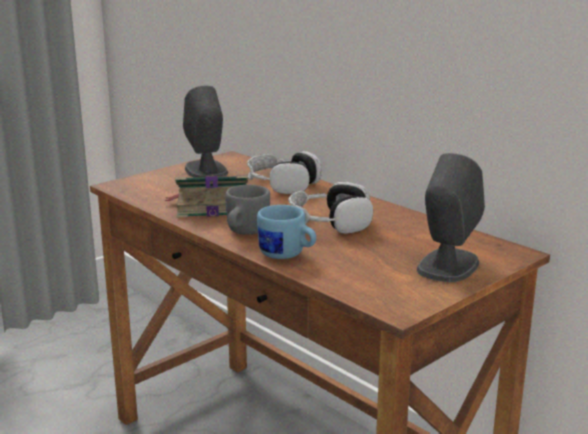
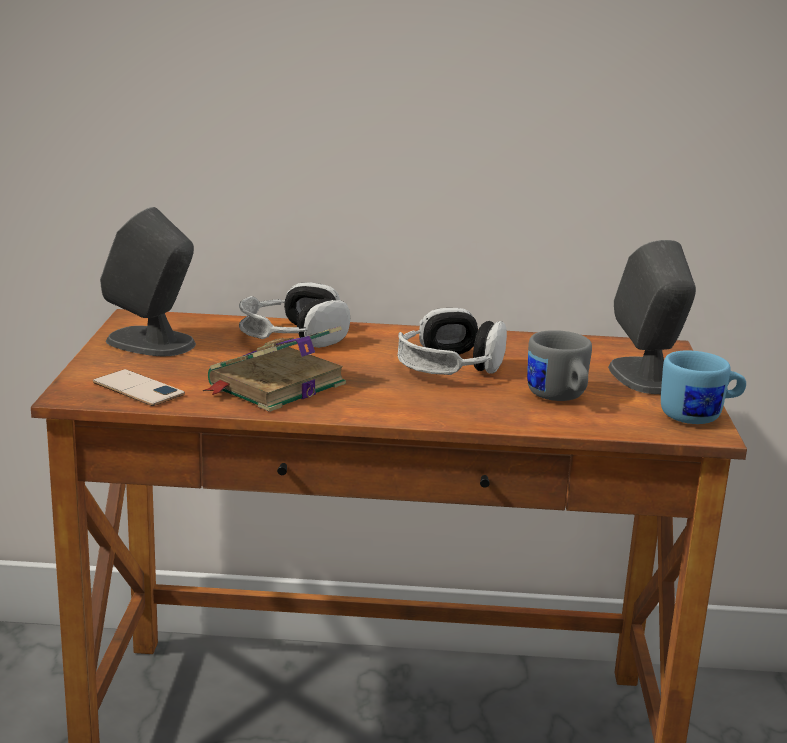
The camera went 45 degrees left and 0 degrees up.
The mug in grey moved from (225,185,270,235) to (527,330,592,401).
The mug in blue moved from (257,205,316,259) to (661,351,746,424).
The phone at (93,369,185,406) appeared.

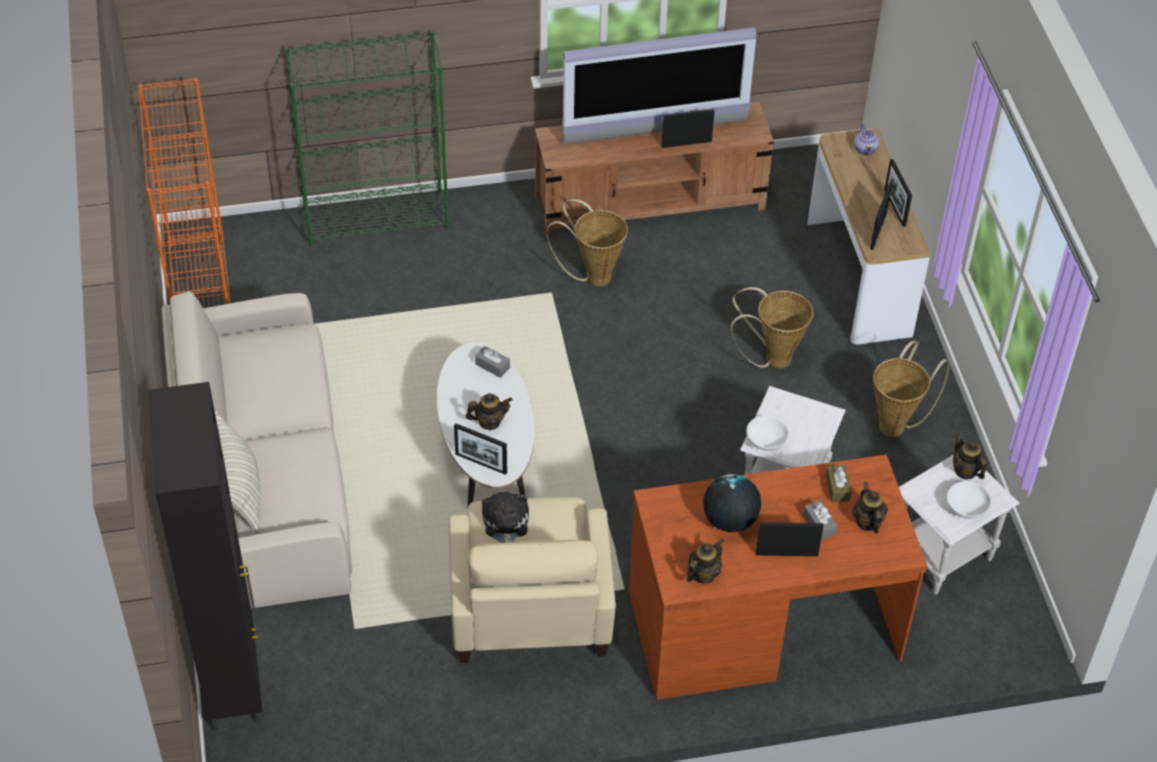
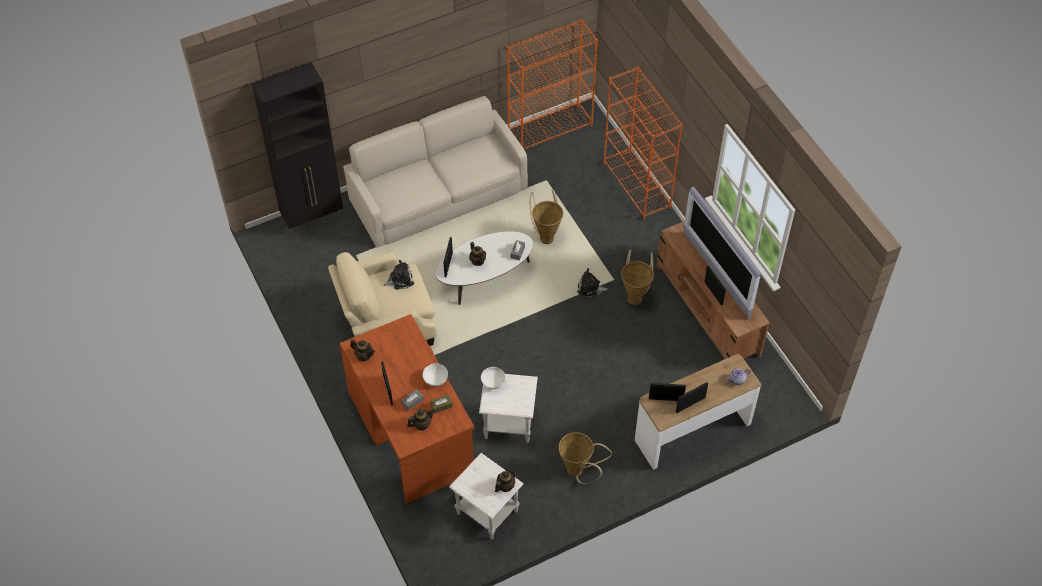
The camera went 75 degrees right and 5 degrees up.
The pillow at (215,411,261,533) disappeared.
The bookcase in green at (284,31,449,246) became the bookcase in orange at (603,67,682,220).
The globe at (703,474,761,532) disappeared.
The basket moved from (731,287,813,369) to (530,190,563,244).
The bowl in white moved from (947,481,991,519) to (423,363,448,386).
The plush toy at (577,268,608,297) appeared.

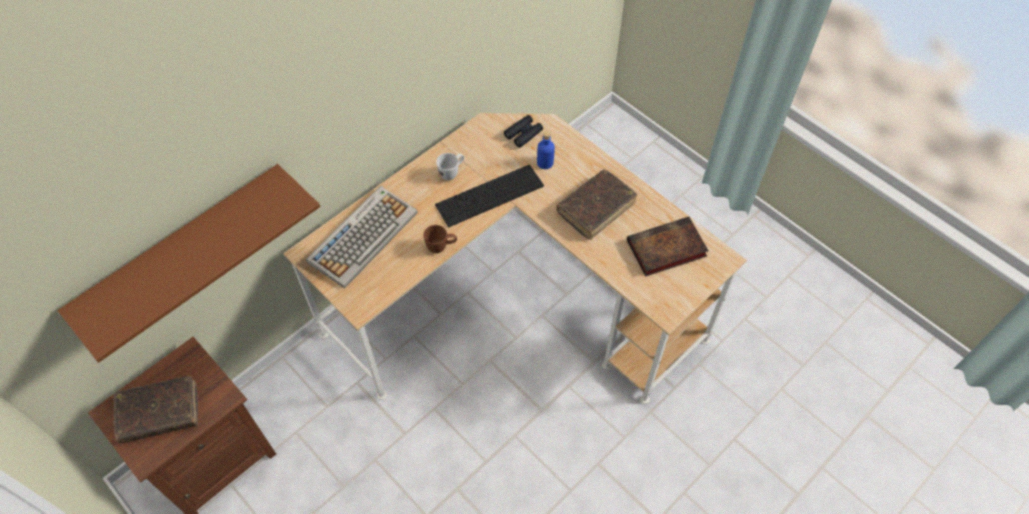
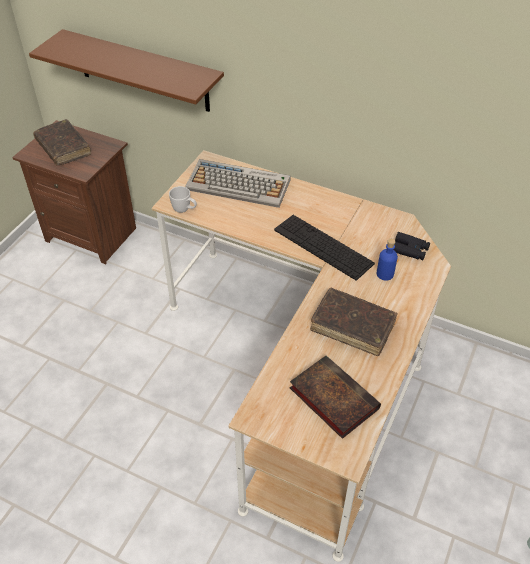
The camera went 70 degrees right and 10 degrees down.
The mug in brown at (423,225,457,253) disappeared.
The mug in white moved from (436,153,464,180) to (169,186,197,213).

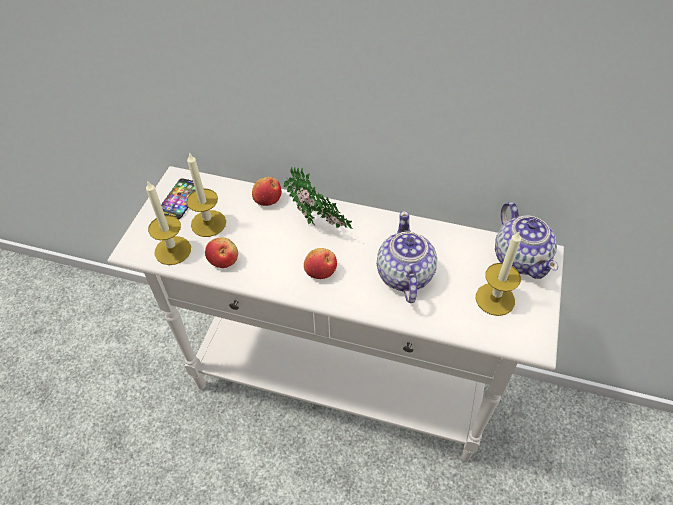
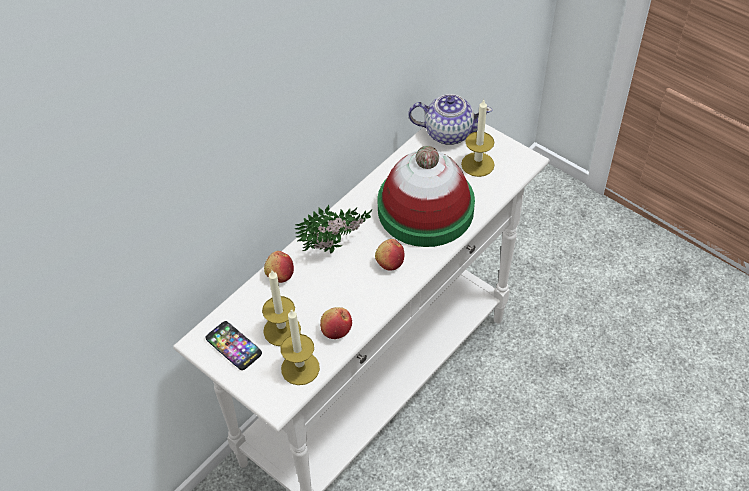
The camera went 65 degrees left and 0 degrees up.
The teapot at (377,211,437,303) was replaced by the hat at (377,146,475,247).

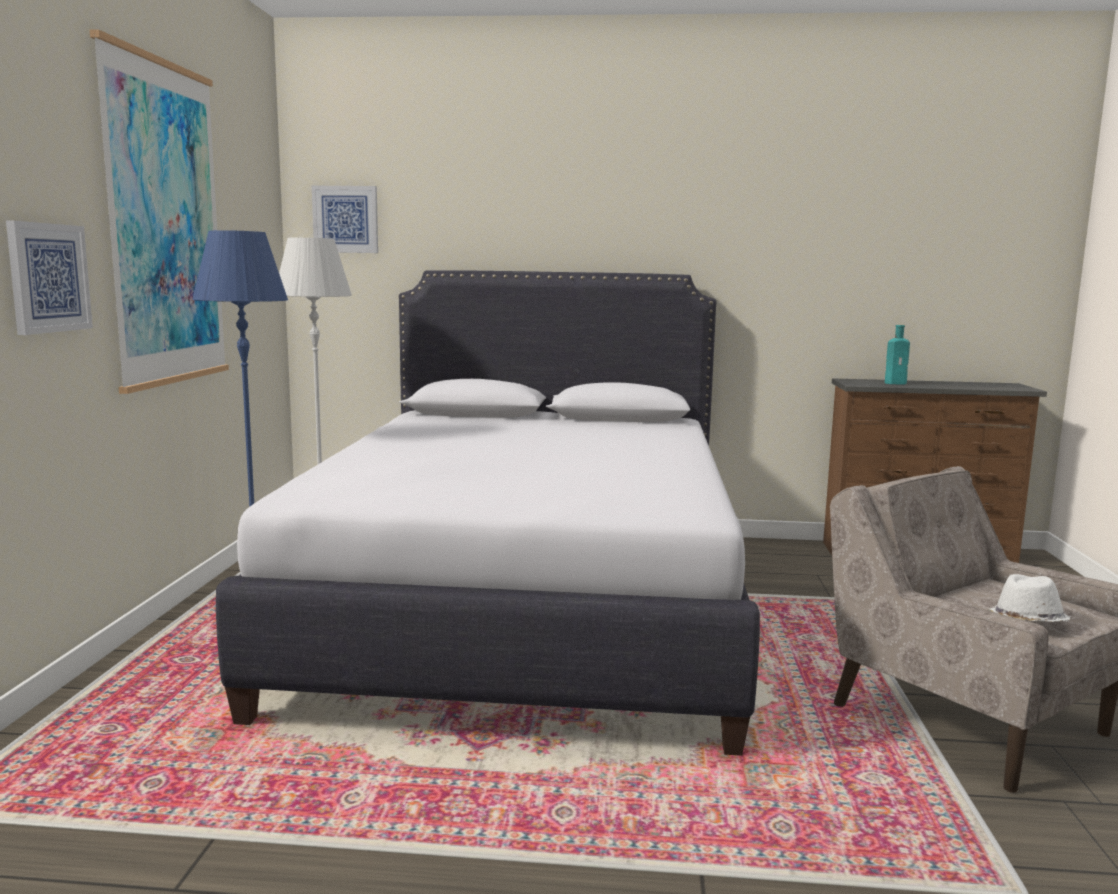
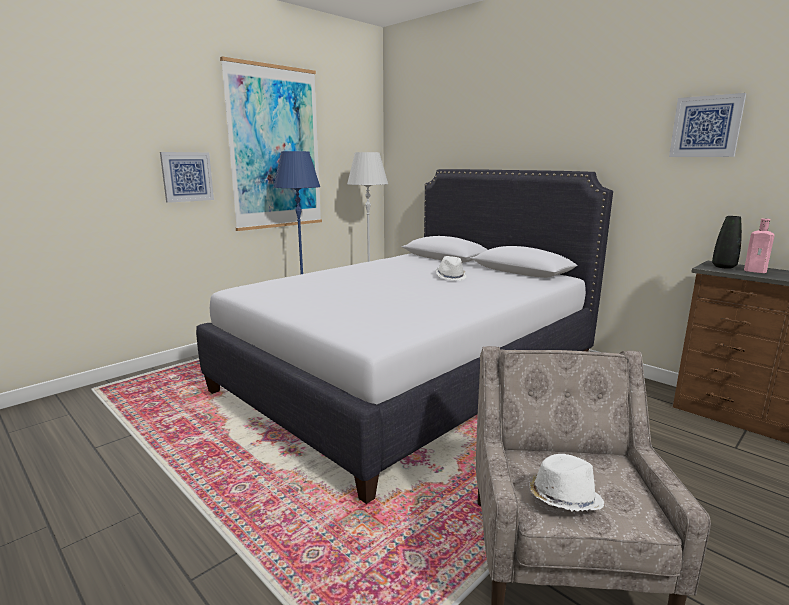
The camera went 40 degrees right and 5 degrees up.
The picture moved from (312,186,378,253) to (669,93,746,157).
The bottle in turquoise at (885,325,910,384) became the bottle in pink at (744,218,775,273).
The hat in white at (436,256,467,281) appeared.
The vase in black at (712,216,742,269) appeared.

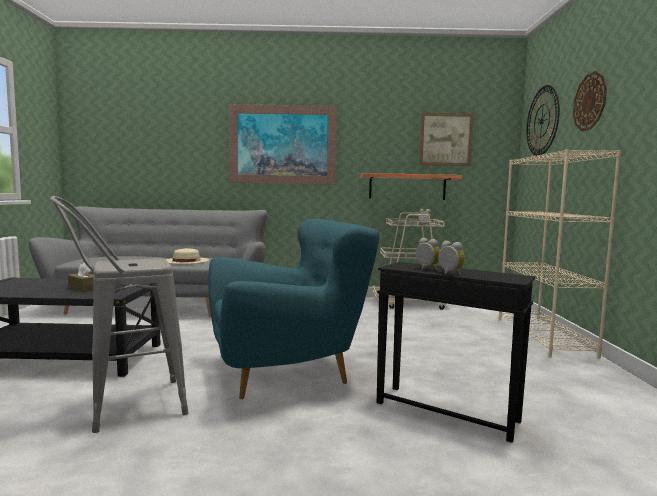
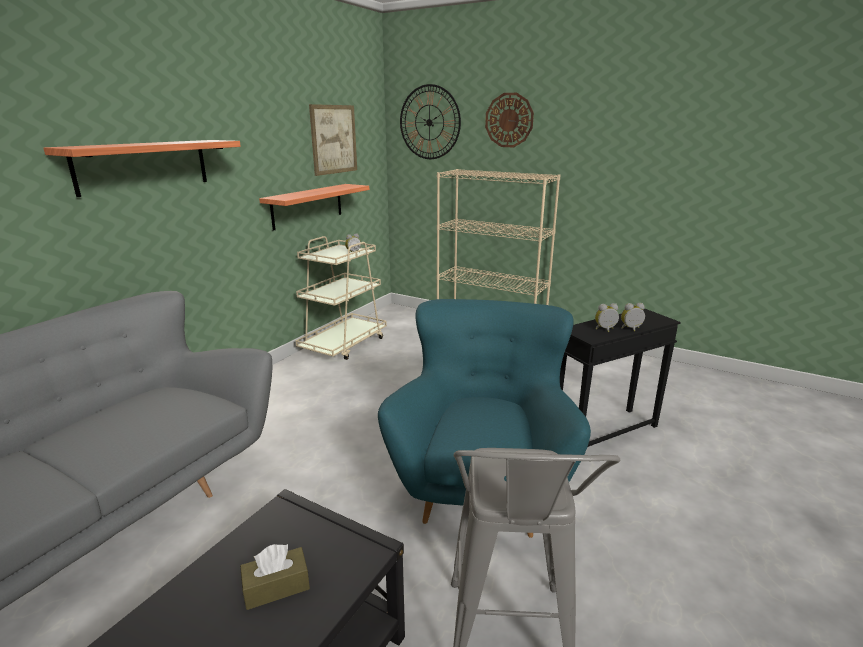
The camera went 60 degrees left and 15 degrees up.
The hat in beige at (166,248,209,264) disappeared.
The picture at (229,104,337,185) was replaced by the shelf at (43,140,241,197).

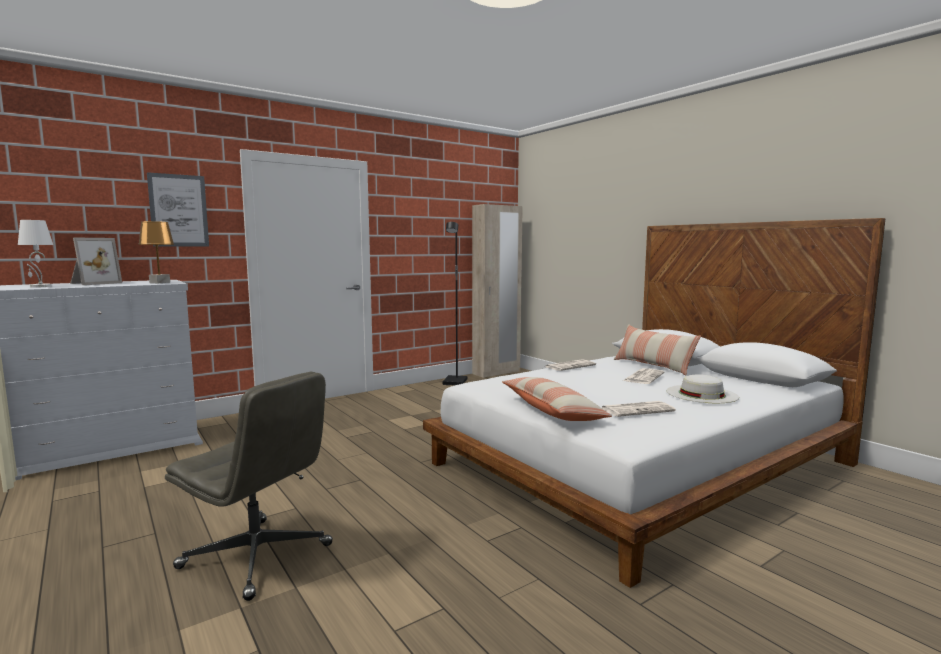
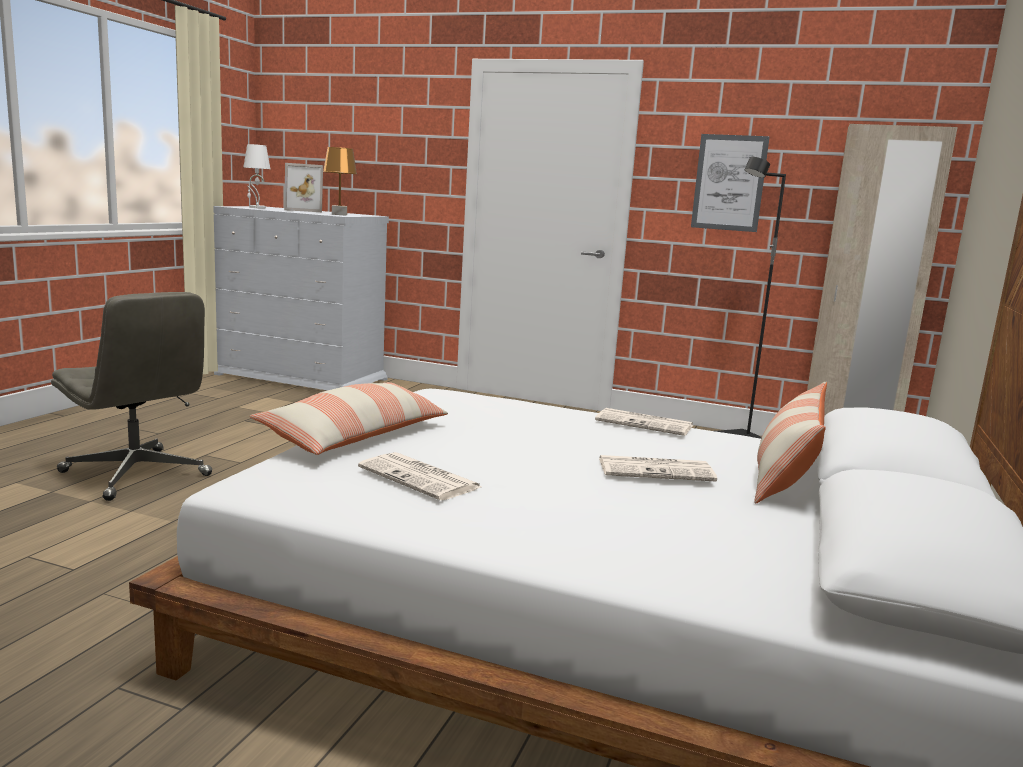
The camera went 55 degrees right and 5 degrees up.
The picture moved from (147,172,209,246) to (691,134,770,232).
The office chair in grey at (165,372,333,601) turned 45 degrees counterclockwise.
The hat in white at (667,374,739,403) disappeared.

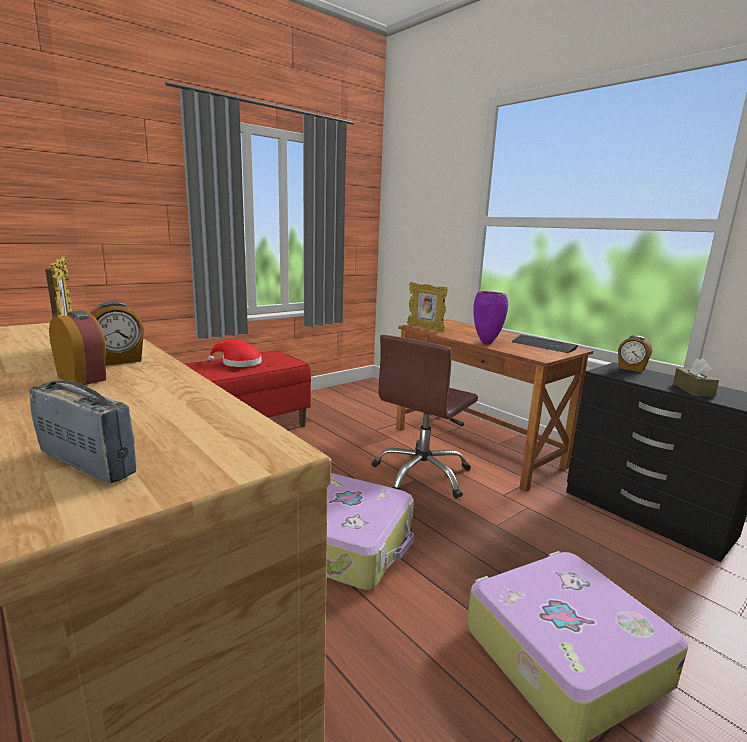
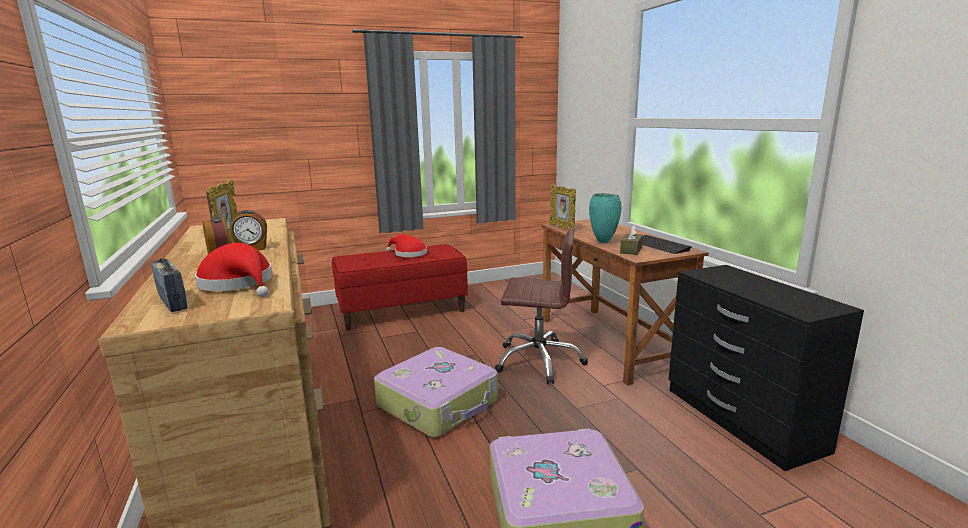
The camera went 20 degrees right and 0 degrees up.
The office chair in brown at (372,335,478,498) turned 135 degrees counterclockwise.
The vase in purple at (473,291,508,344) became the vase in turquoise at (589,193,622,243).
The alarm clock at (618,335,652,373) disappeared.
The tissue box in brown moved from (673,358,719,397) to (620,224,643,255).
The hat in red at (195,243,273,297) appeared.

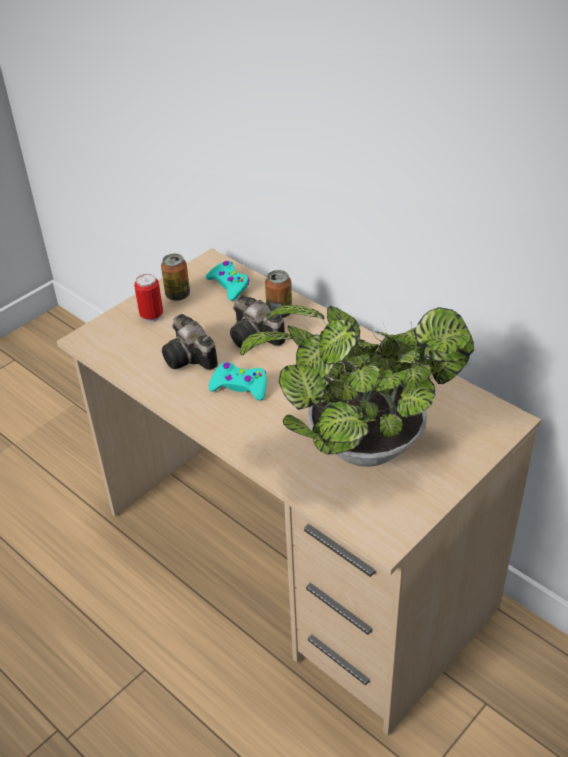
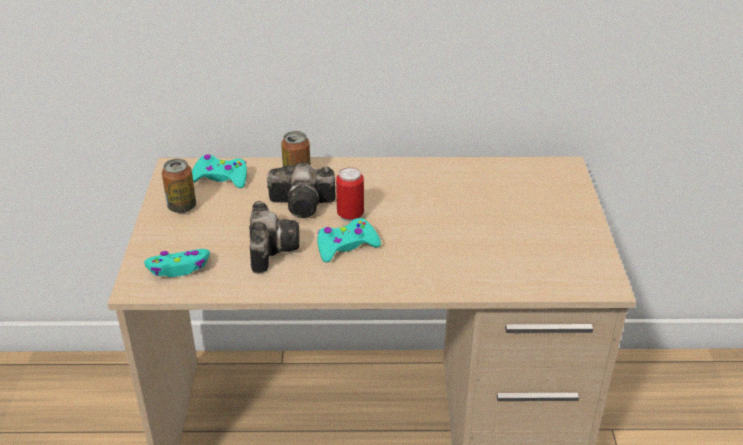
The camera went 45 degrees left and 5 degrees down.
The can moved from (134,274,163,322) to (336,167,364,222).
The photo camera at (162,314,218,370) turned 105 degrees counterclockwise.
The potted plant at (240,305,474,467) disappeared.
The game controller in turquoise at (144,249,210,277) appeared.

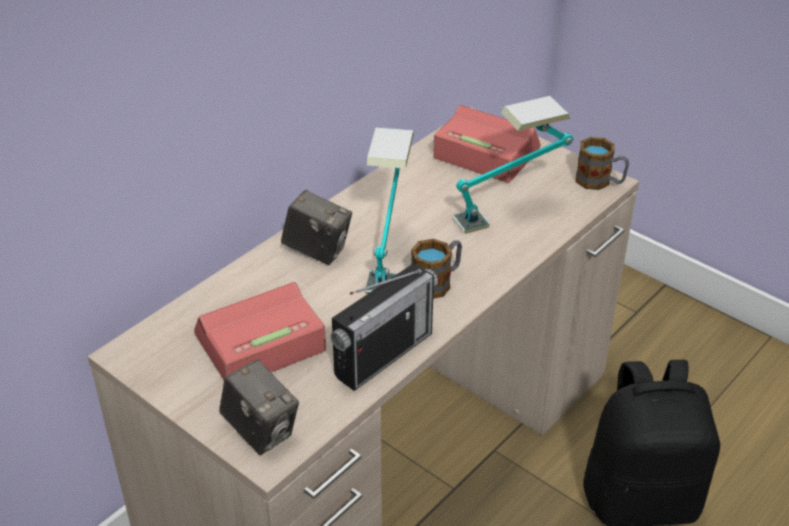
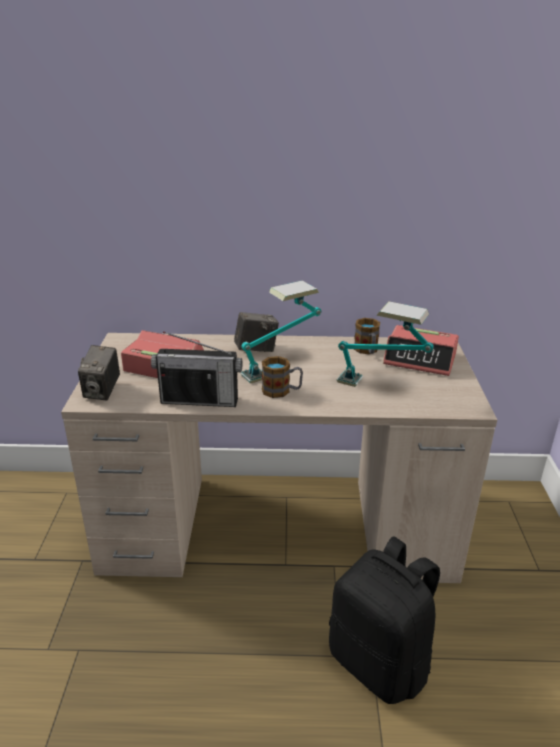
The camera went 50 degrees right and 10 degrees down.
The photo camera at (281,190,352,265) turned 90 degrees counterclockwise.
The alarm clock at (433,105,540,183) turned 120 degrees clockwise.
The mug moved from (576,137,629,190) to (354,318,380,354).

